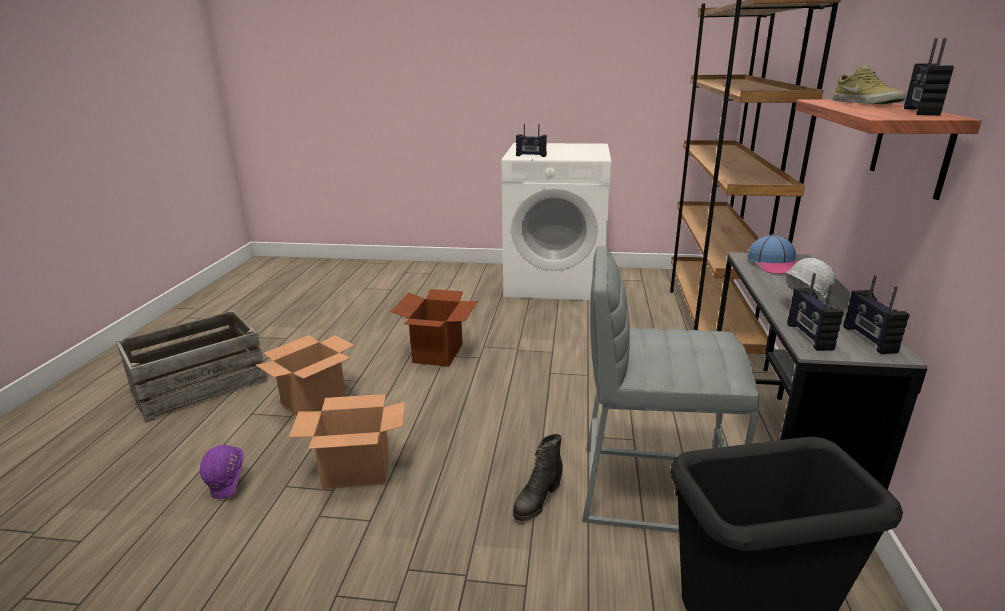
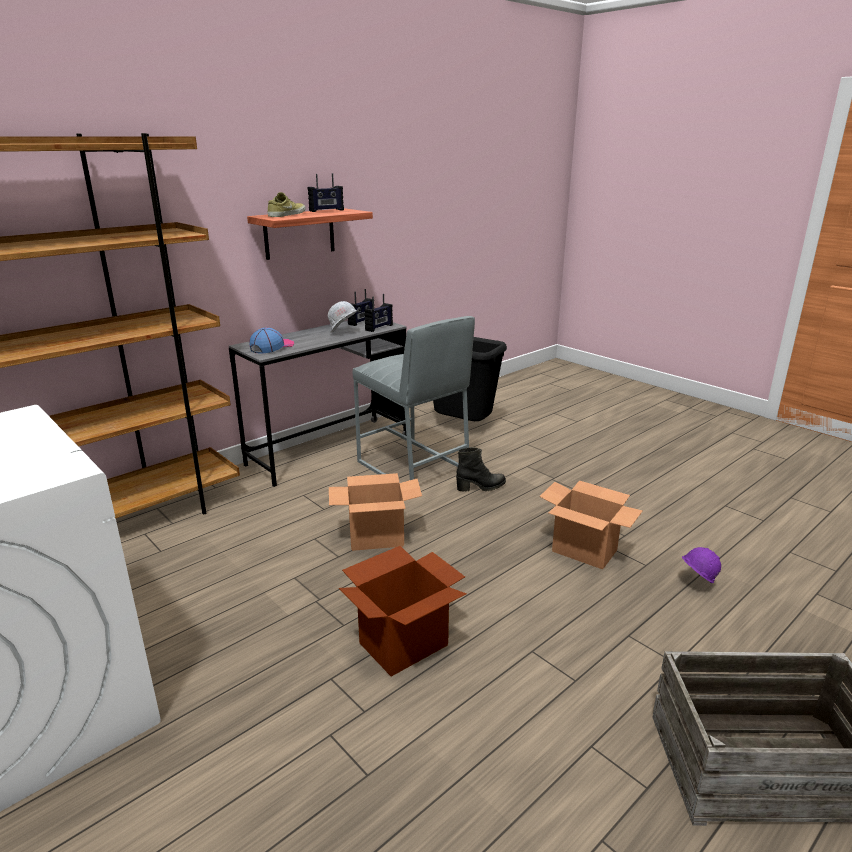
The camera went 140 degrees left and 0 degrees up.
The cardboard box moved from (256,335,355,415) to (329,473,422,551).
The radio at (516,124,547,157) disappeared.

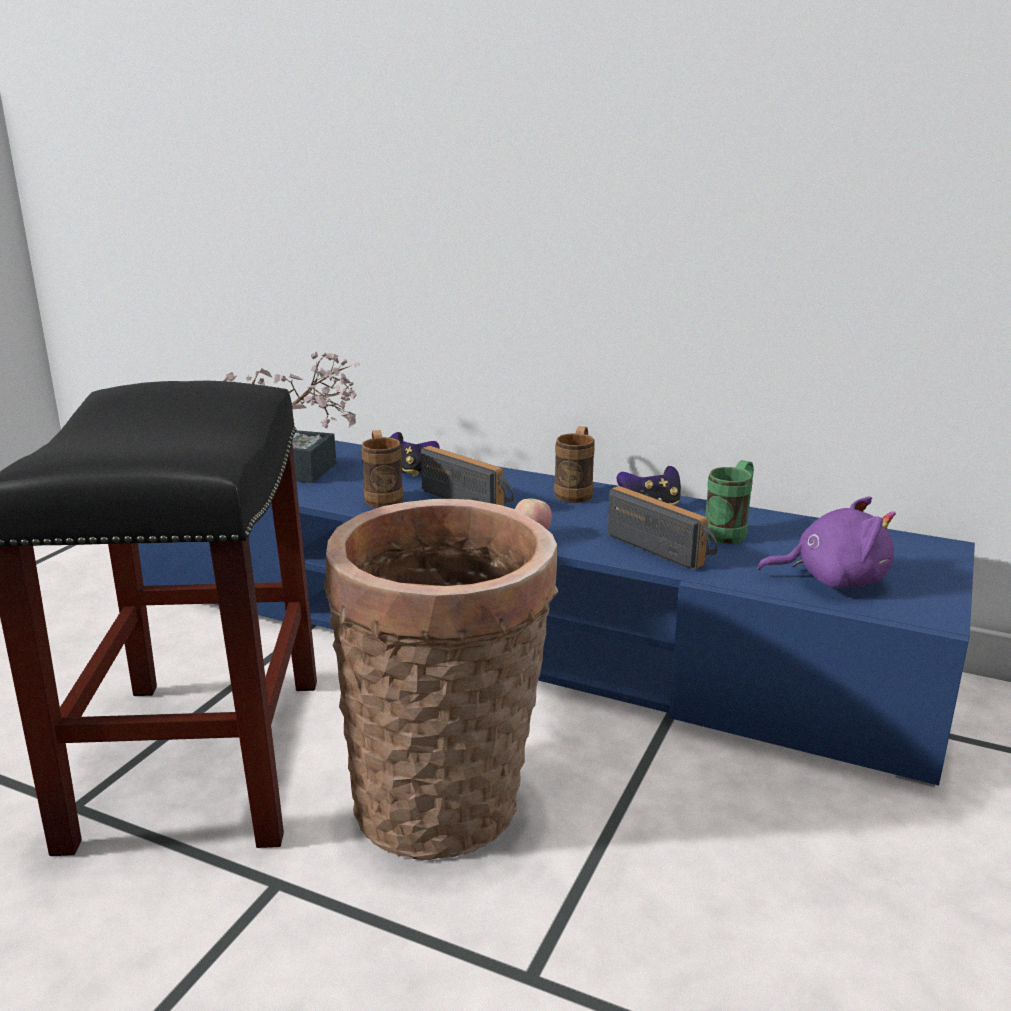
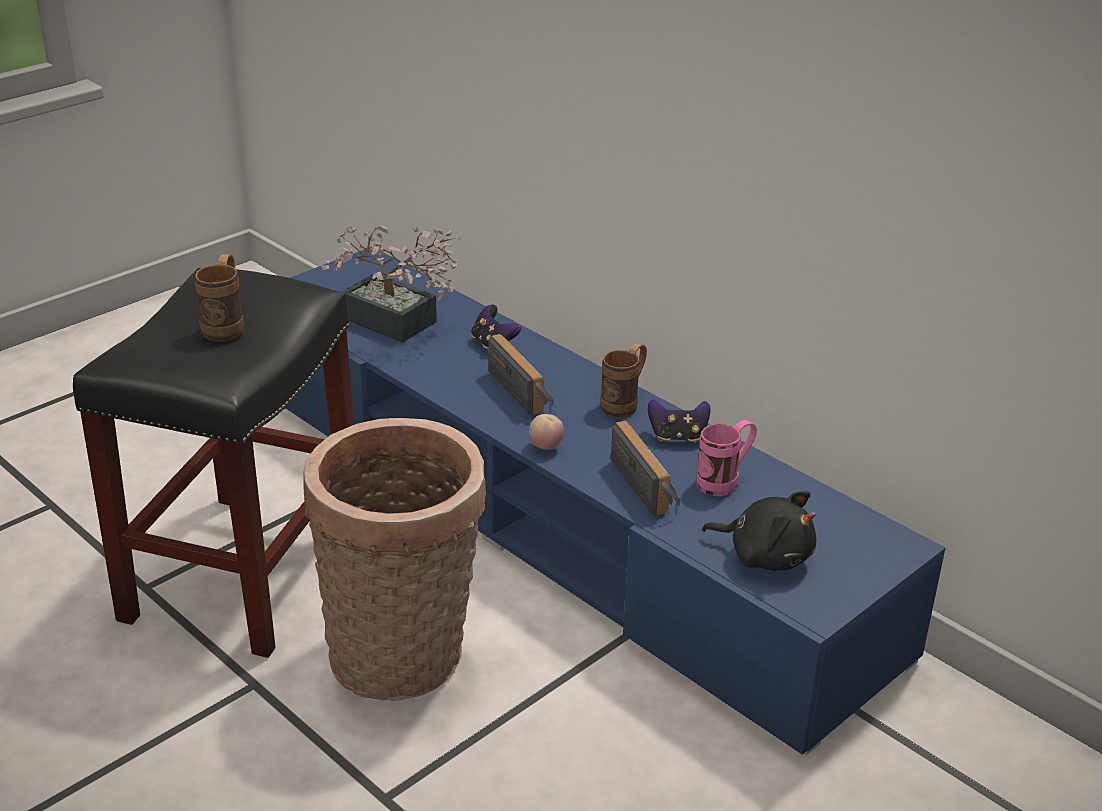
The camera went 20 degrees right and 10 degrees up.
The mug in brown moved from (362,430,403,508) to (195,254,244,342).
The mug in green at (705,460,754,544) became the mug in pink at (696,420,757,497).
The plush toy in purple at (757,496,896,588) became the plush toy in black at (702,491,816,571).

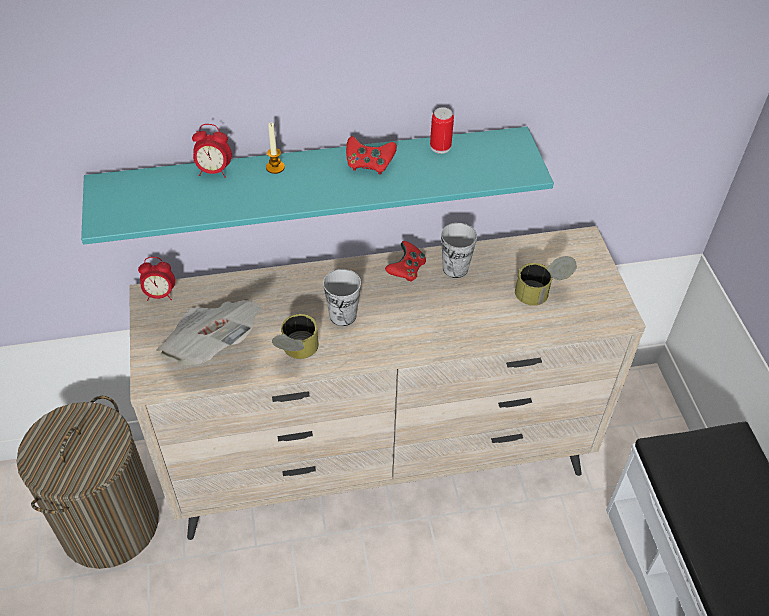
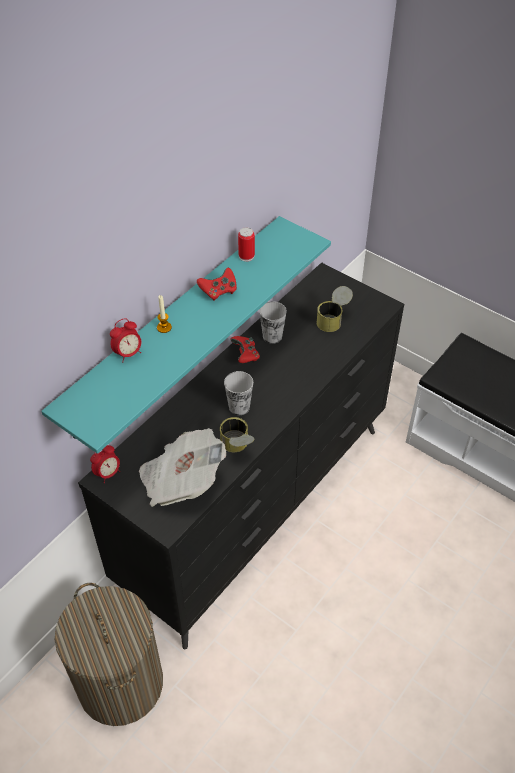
The camera went 40 degrees left and 0 degrees up.
The dresser in beige at (129,226,646,540) became the dresser in black at (78,262,404,649).

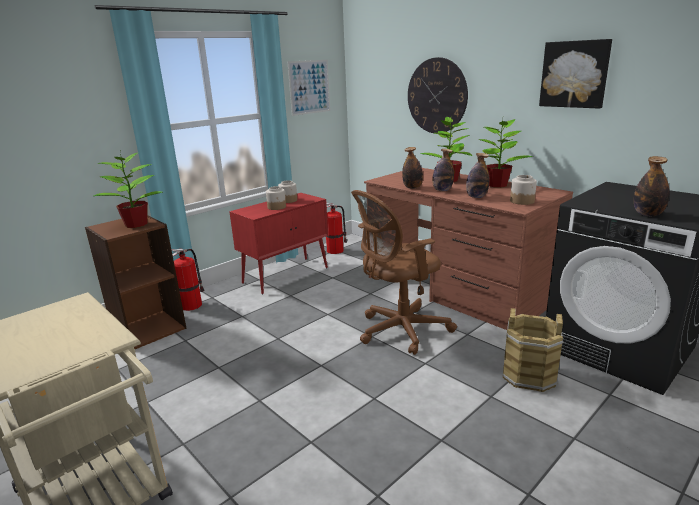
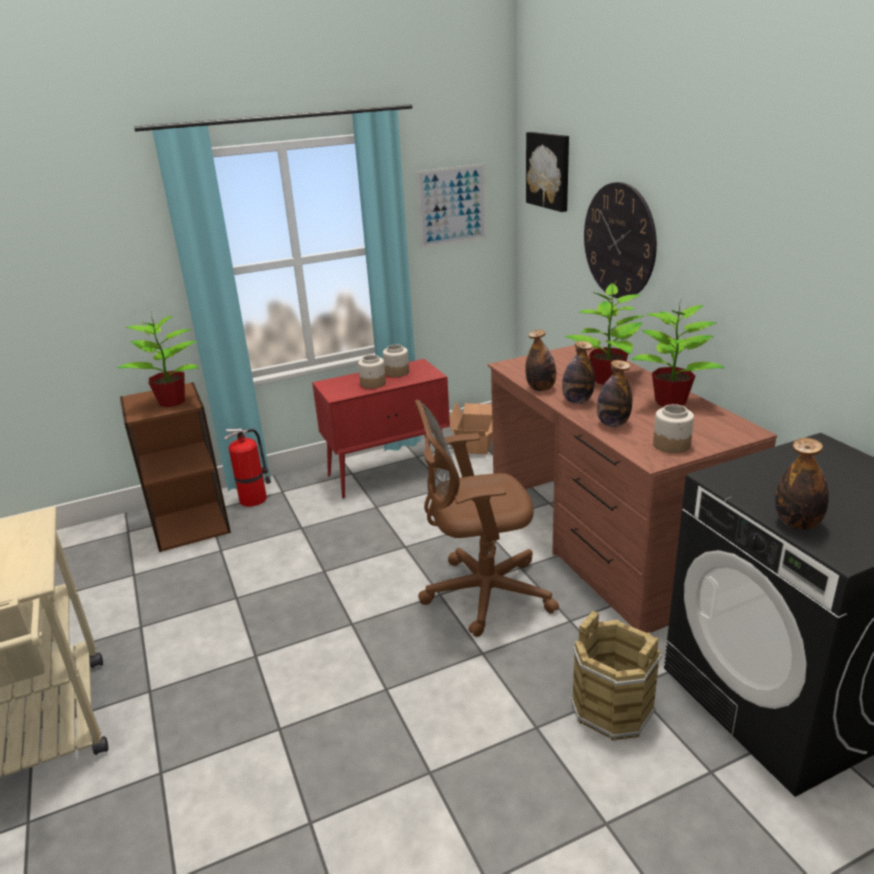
The camera went 20 degrees right and 5 degrees up.
The fire extinguisher at (326,203,347,254) was replaced by the cardboard box at (449,402,493,454).
The picture moved from (539,39,612,109) to (526,132,569,212).

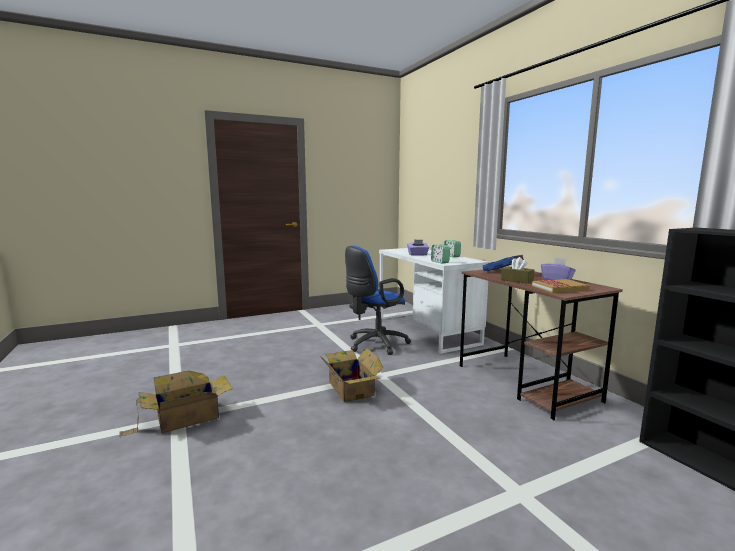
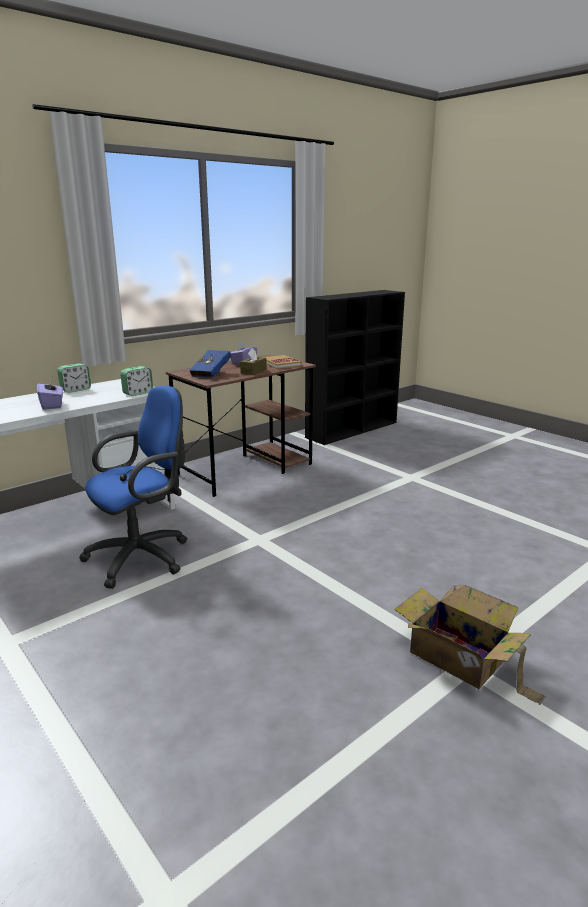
The camera went 105 degrees left and 10 degrees up.
The cardboard box at (319,348,383,402) disappeared.
The office chair in blue at (345,246,411,355) turned 75 degrees counterclockwise.

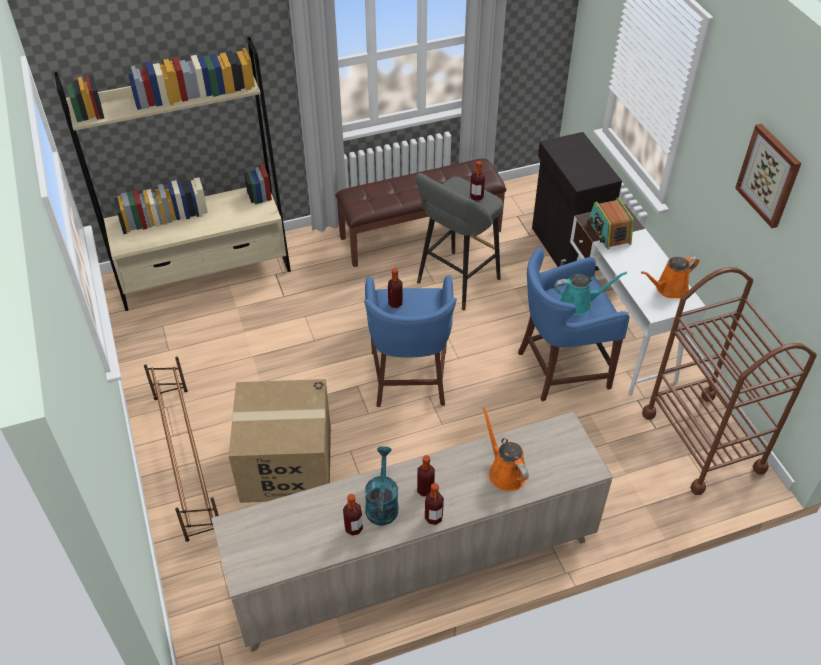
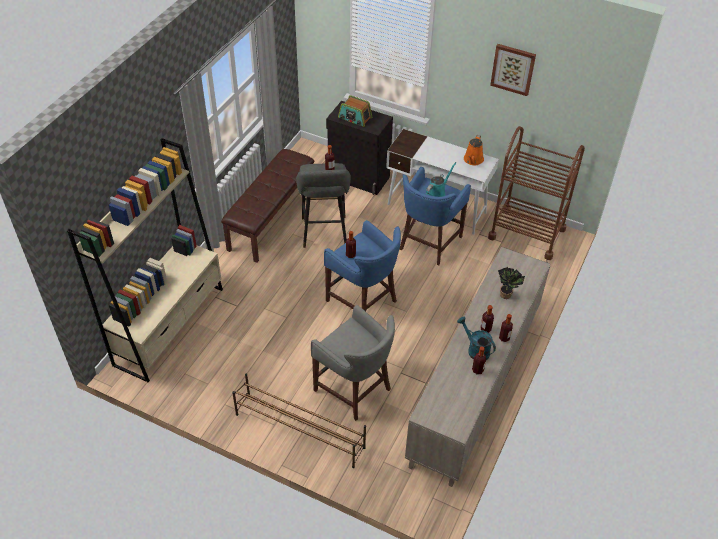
The camera went 45 degrees left and 0 degrees up.
The cardboard box at (229,379,331,503) was replaced by the stool in grey at (311,305,395,421).
The watering can in orange at (482,407,529,491) was replaced by the potted plant at (498,267,525,299).
The radio moved from (587,197,633,250) to (338,95,372,127).

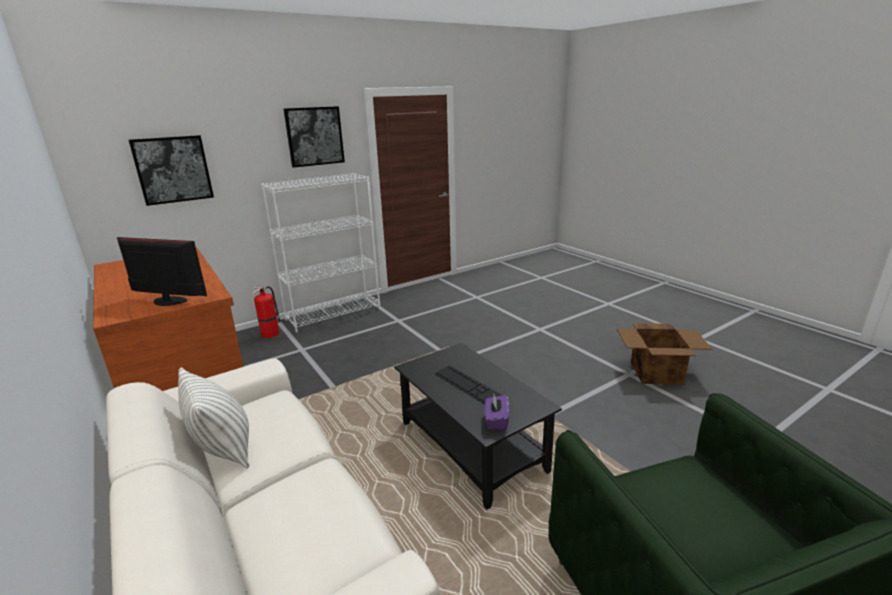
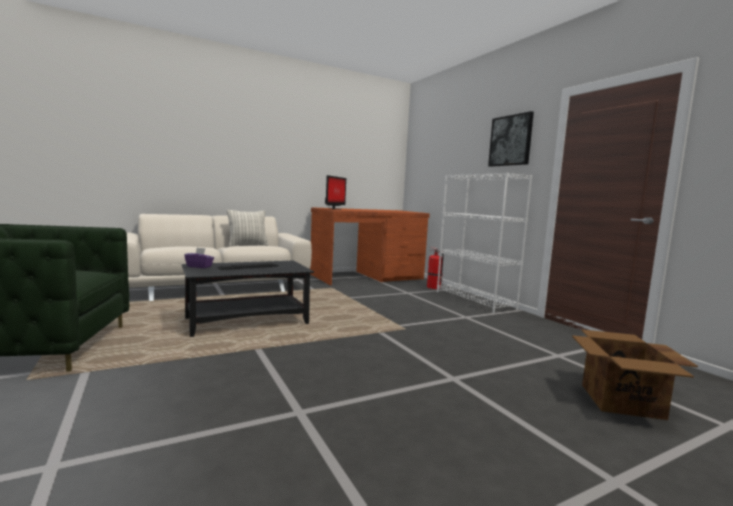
The camera went 95 degrees right and 15 degrees down.
The picture at (129,135,214,206) disappeared.
The cardboard box moved from (617,323,712,385) to (572,329,698,420).

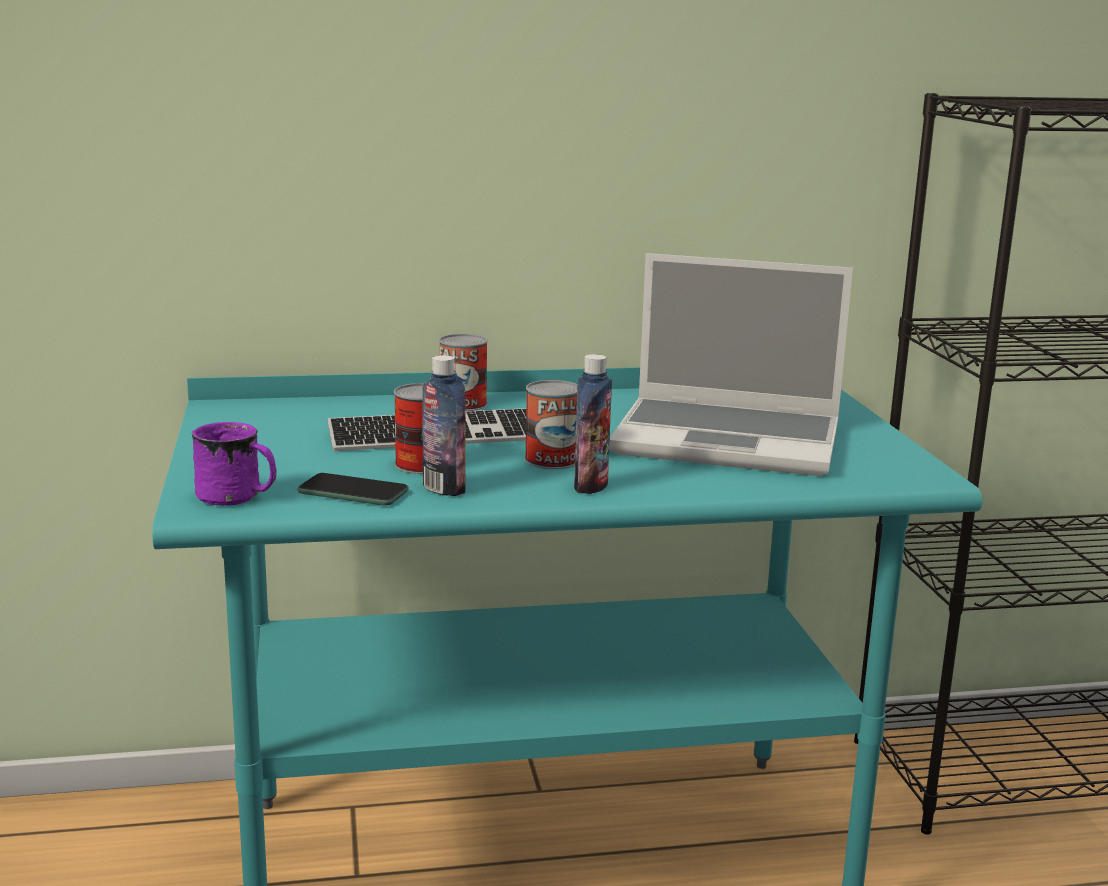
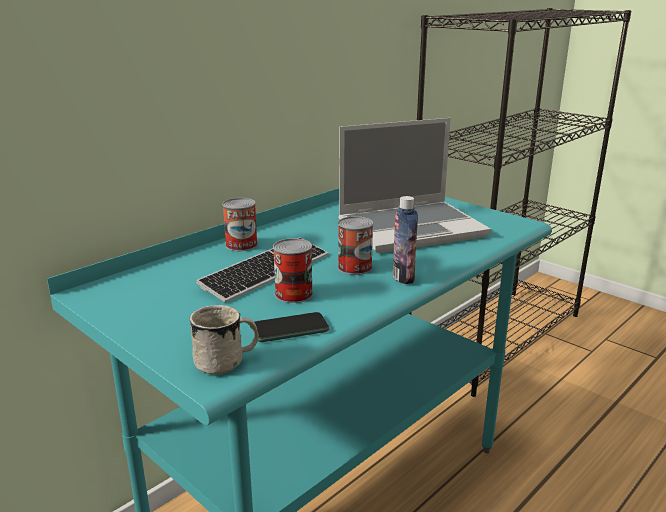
The camera went 35 degrees left and 5 degrees up.
The mug in purple at (192,422,277,506) became the mug in white at (189,305,259,374).
The bottle at (422,355,466,496) disappeared.

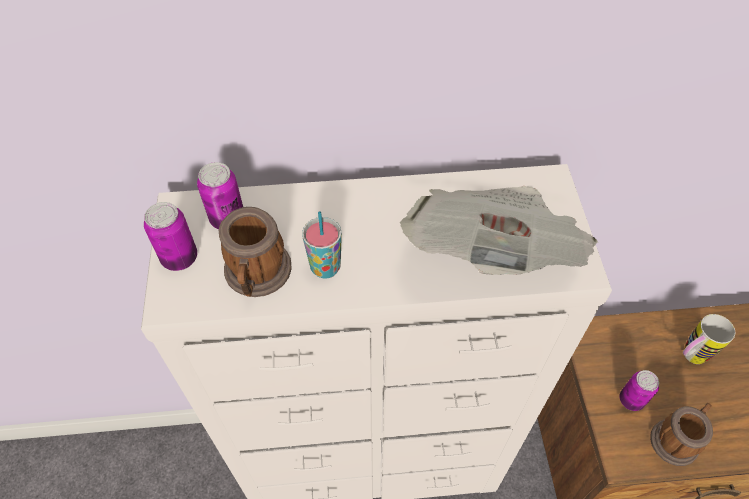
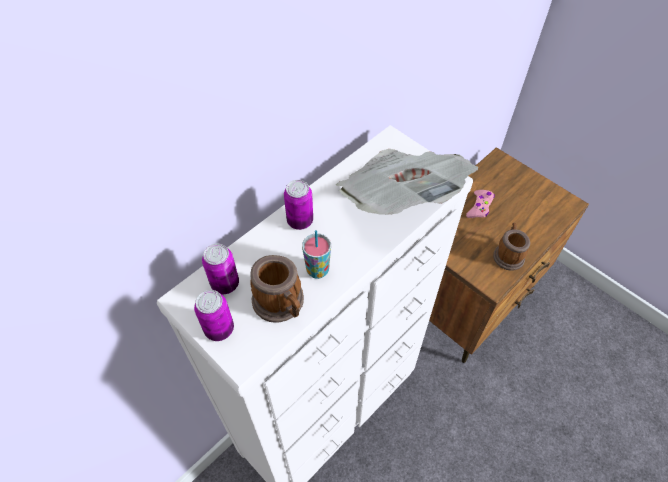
The camera went 40 degrees left and 0 degrees up.
The can moved from (620,370,659,411) to (284,180,313,230).
The mug at (683,314,735,364) was replaced by the game controller in pink at (466,190,495,218).

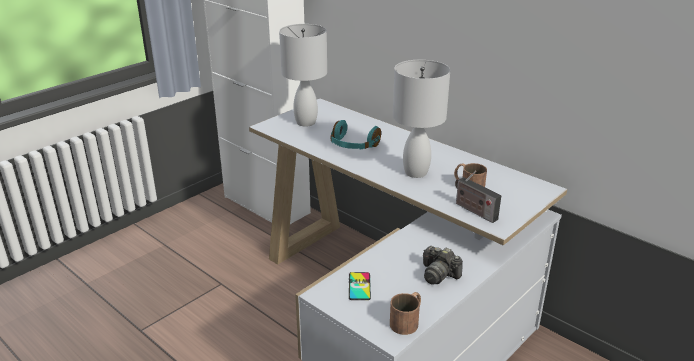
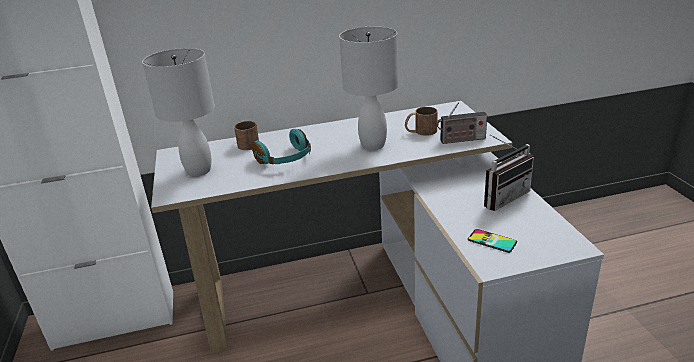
The camera went 55 degrees left and 0 degrees up.
The mug in brown moved from (390,292,421,335) to (234,120,259,150).
The photo camera at (423,246,463,285) was replaced by the radio at (484,135,534,211).

